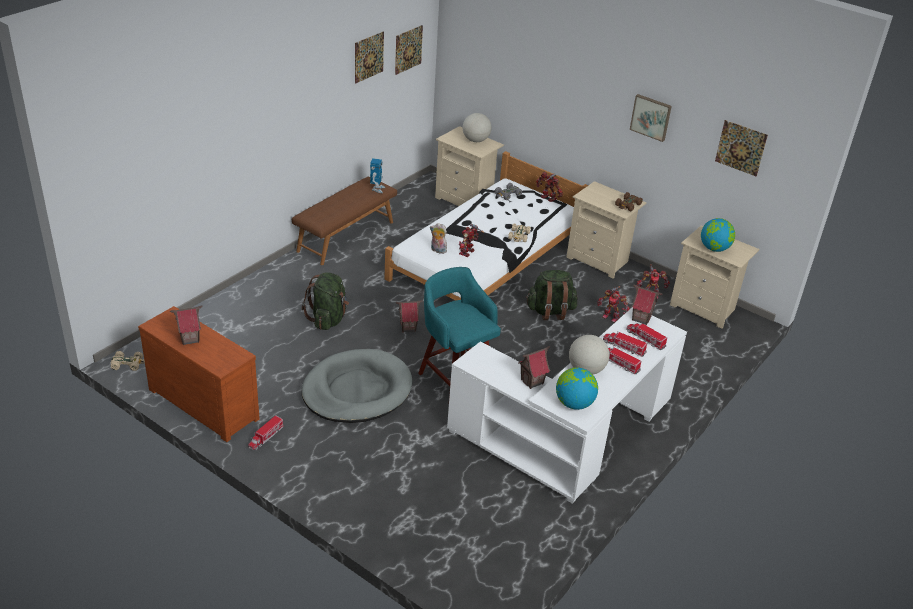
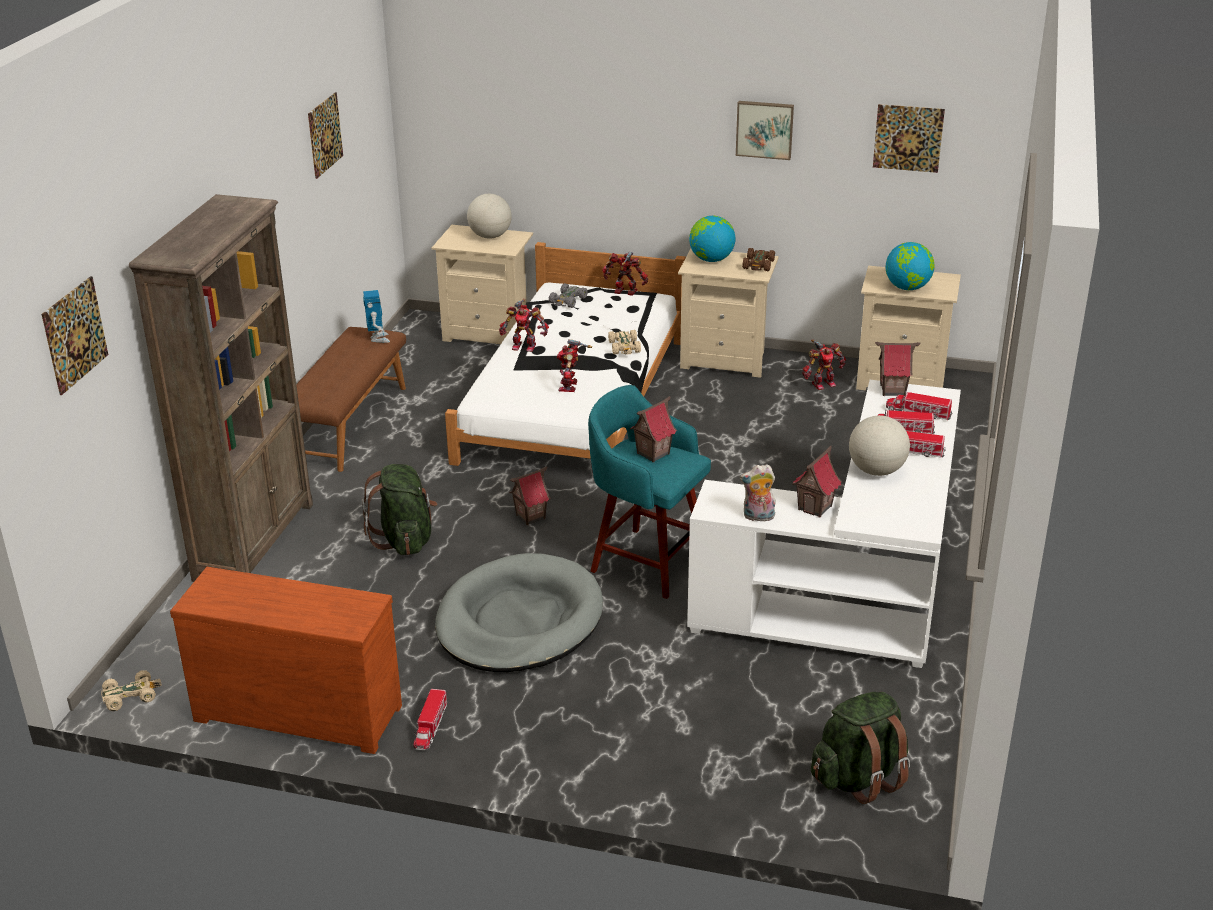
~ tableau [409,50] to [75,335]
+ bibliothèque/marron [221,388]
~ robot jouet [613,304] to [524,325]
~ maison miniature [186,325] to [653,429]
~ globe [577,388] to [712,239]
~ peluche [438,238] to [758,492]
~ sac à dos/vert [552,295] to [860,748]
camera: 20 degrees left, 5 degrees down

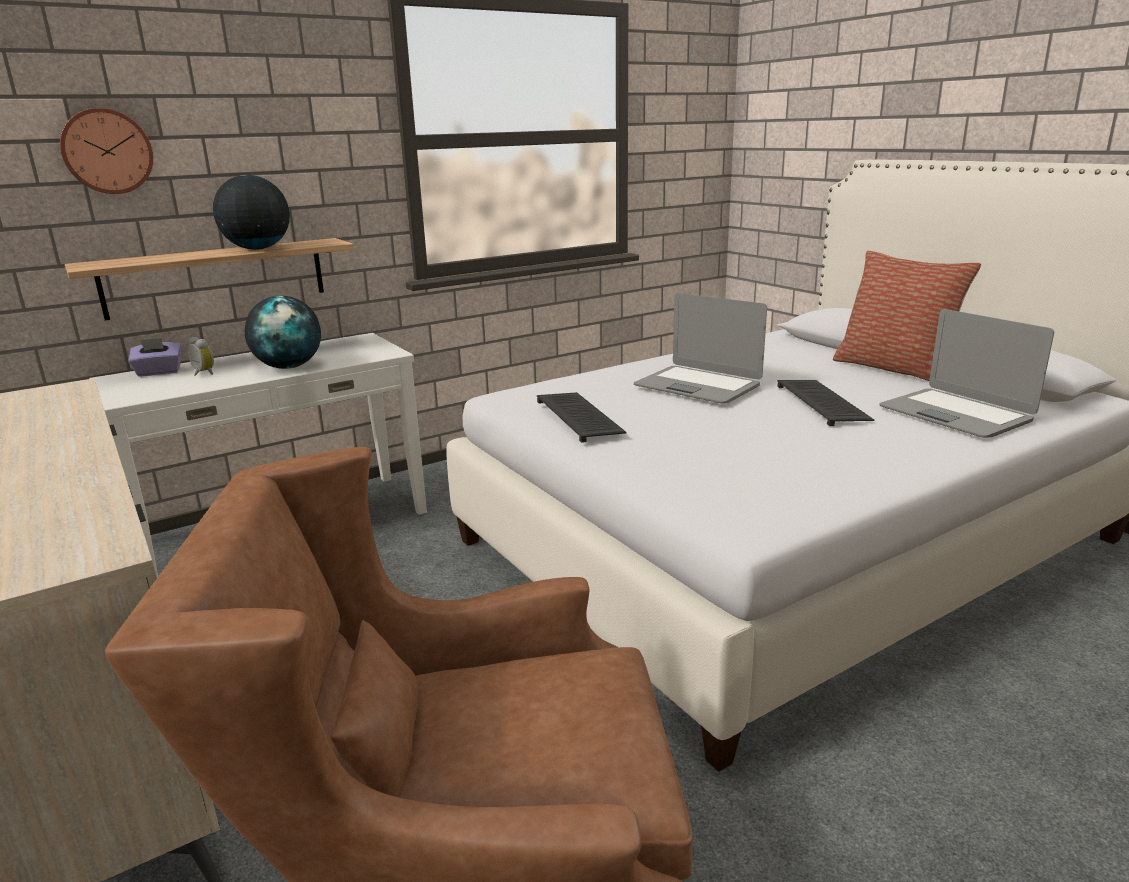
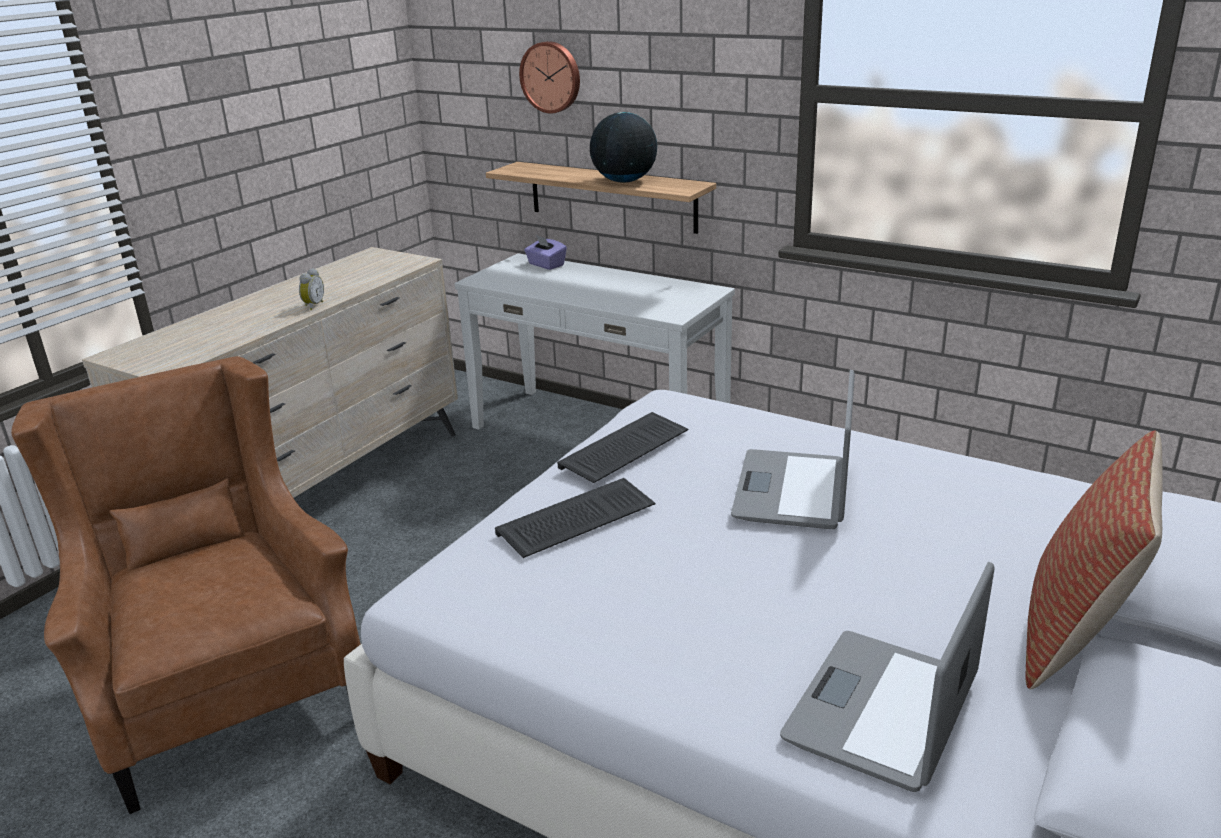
~ réveil [201,356] to [311,289]
~ clavier [825,403] to [575,518]
- globe [283,332]
camera: 65 degrees right, 5 degrees up

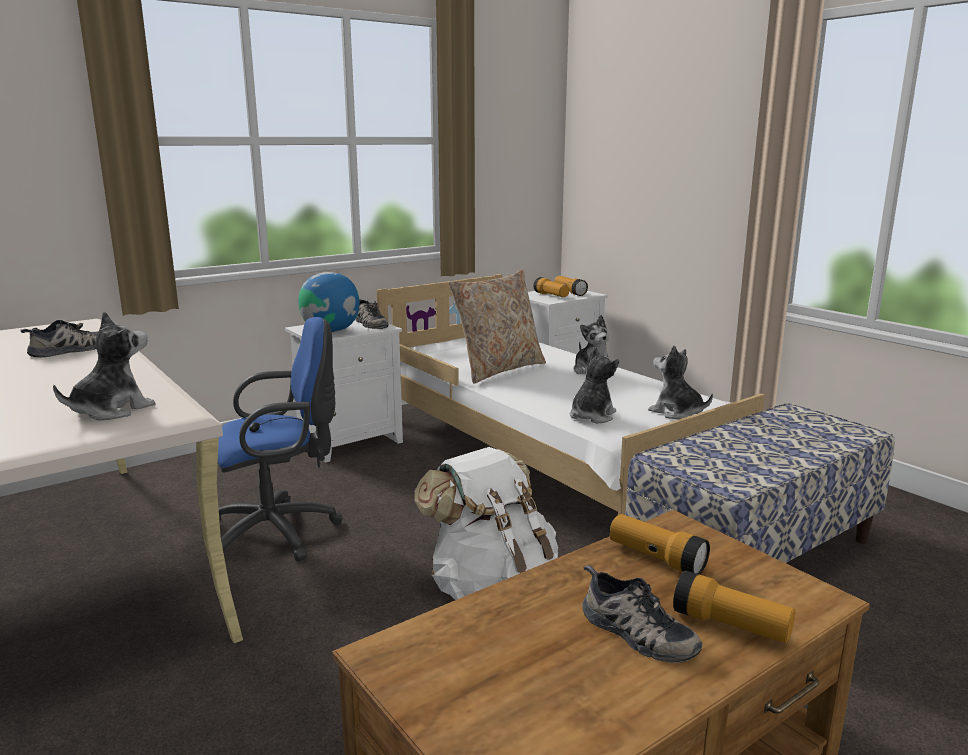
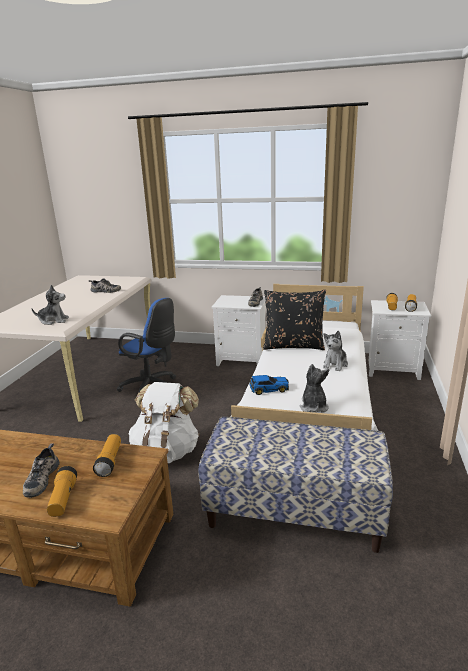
~ peluche [594,384] to petite voiture [269,385]
~ coussin/beige [497,327] to coussin/noir [294,320]
- globe [329,302]
camera: 50 degrees right, 5 degrees up

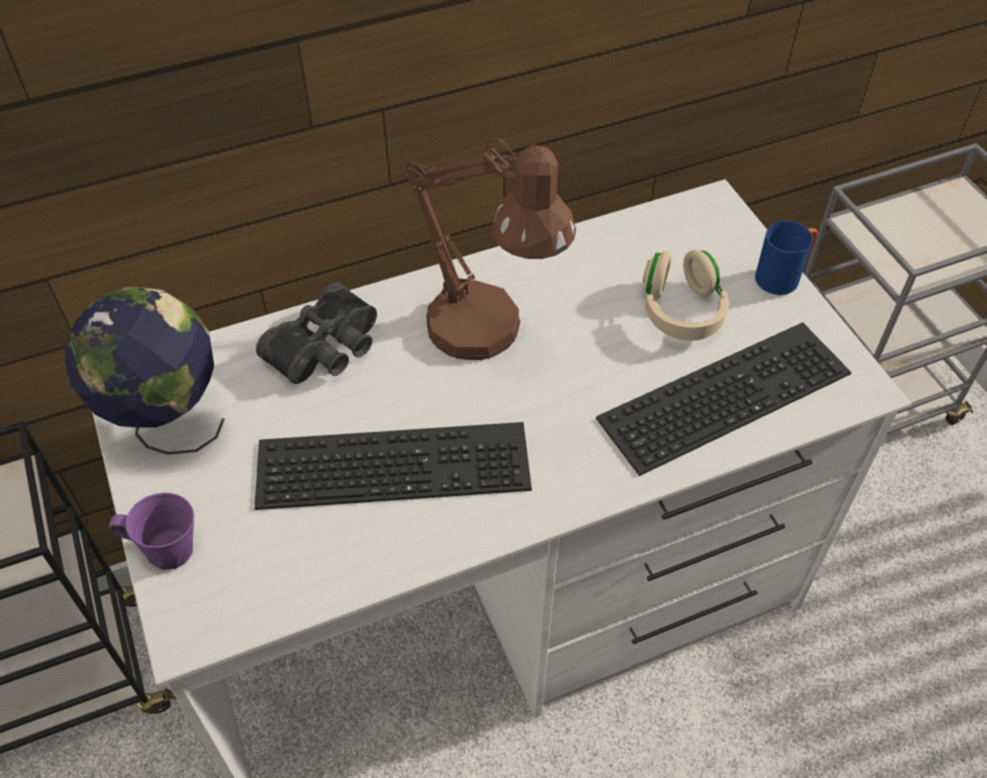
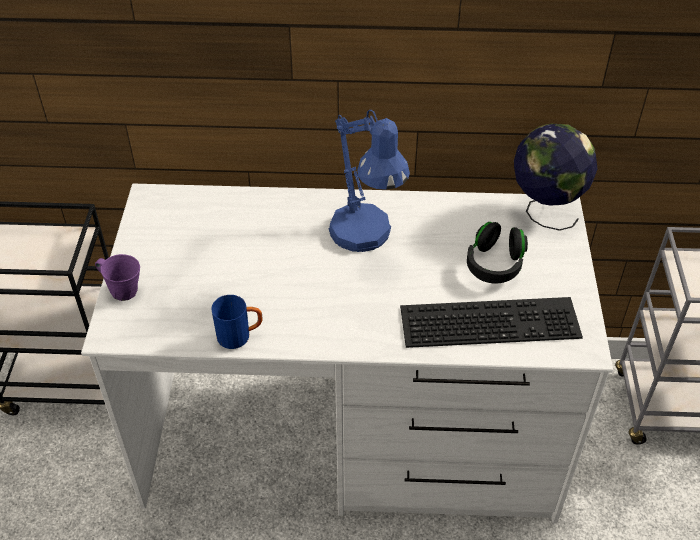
~ mug/bleu [786,258] to [237,322]
~ lampe de table/marron [489,249] to lampe de table/bleu [369,181]
~ casque audio/beige [685,295] to casque audio/noir [497,253]
~ globe [145,371] to [555,177]
- clavier [393,466]
- jumelles/noir [316,333]
camera: 25 degrees right, 5 degrees down

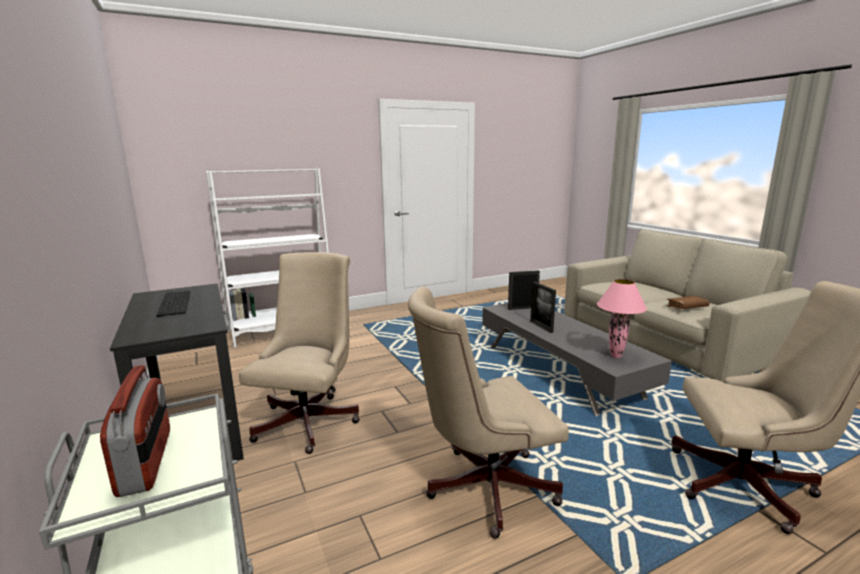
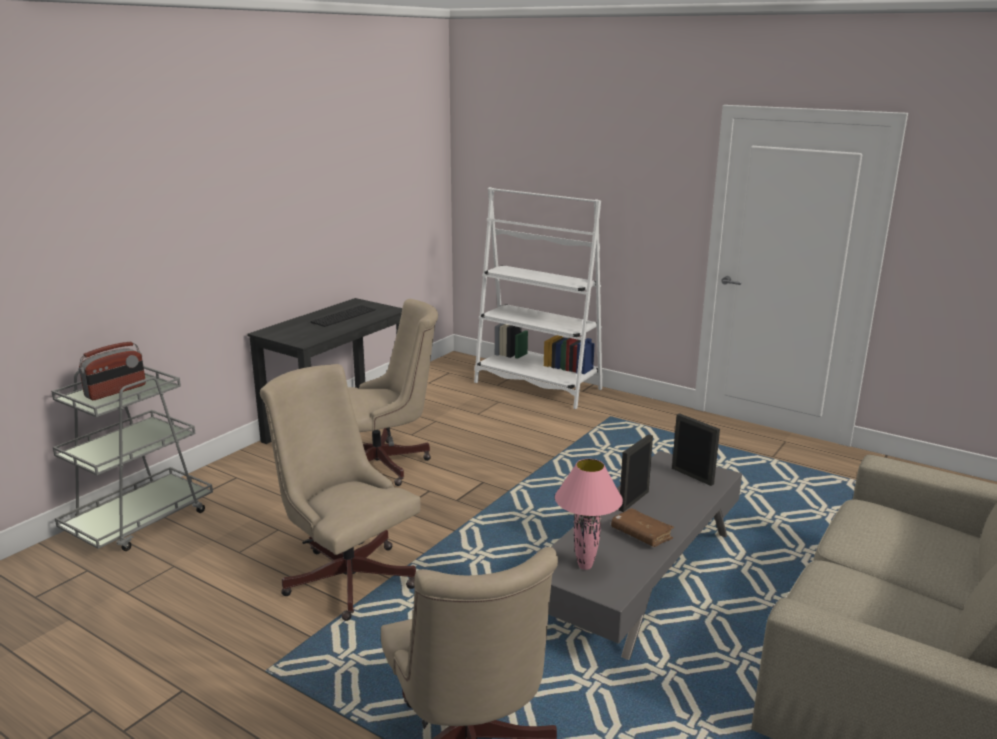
~ livre/marron [687,302] to [642,527]
camera: 60 degrees right, 5 degrees up

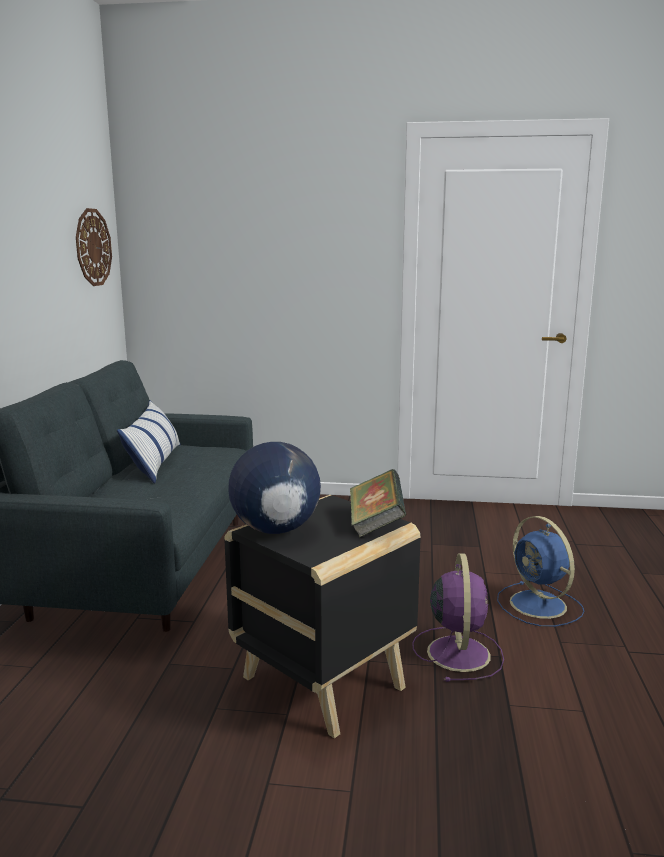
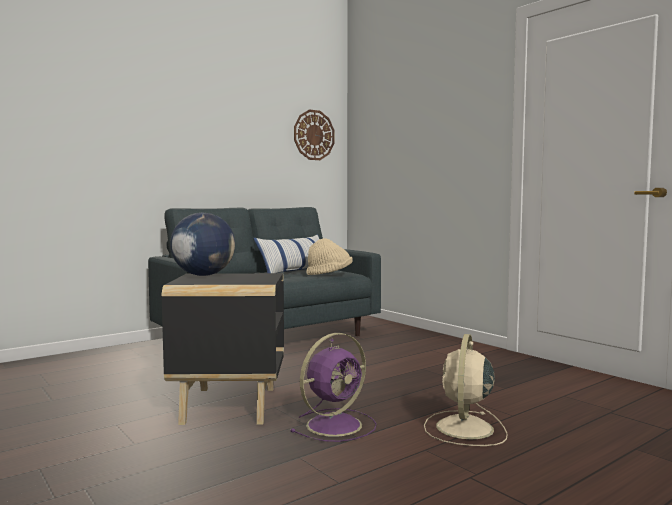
+ chapeau/beige [329,256]
~ ventilateur/bleu [540,571] to ventilateur/beige [466,390]
- livre [378,503]
camera: 45 degrees right, 10 degrees down

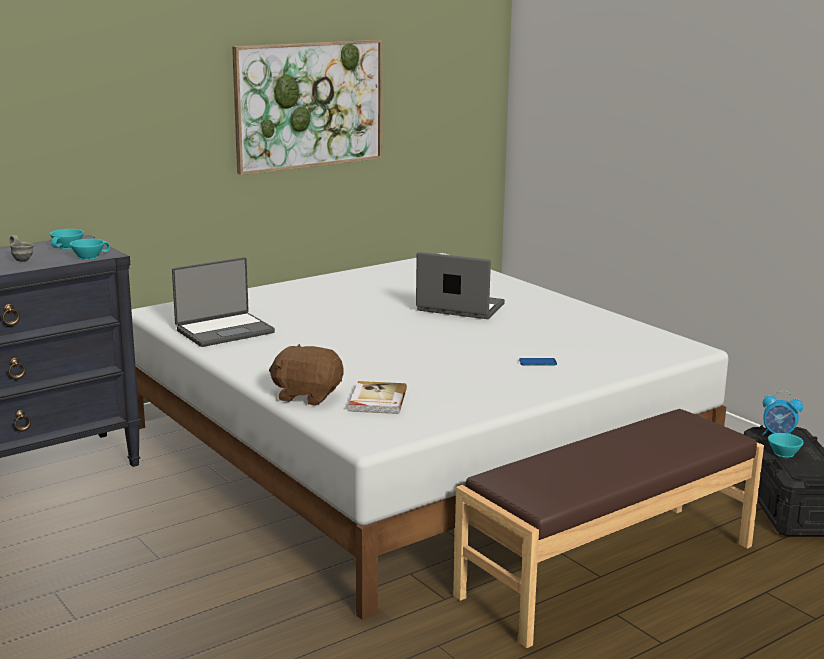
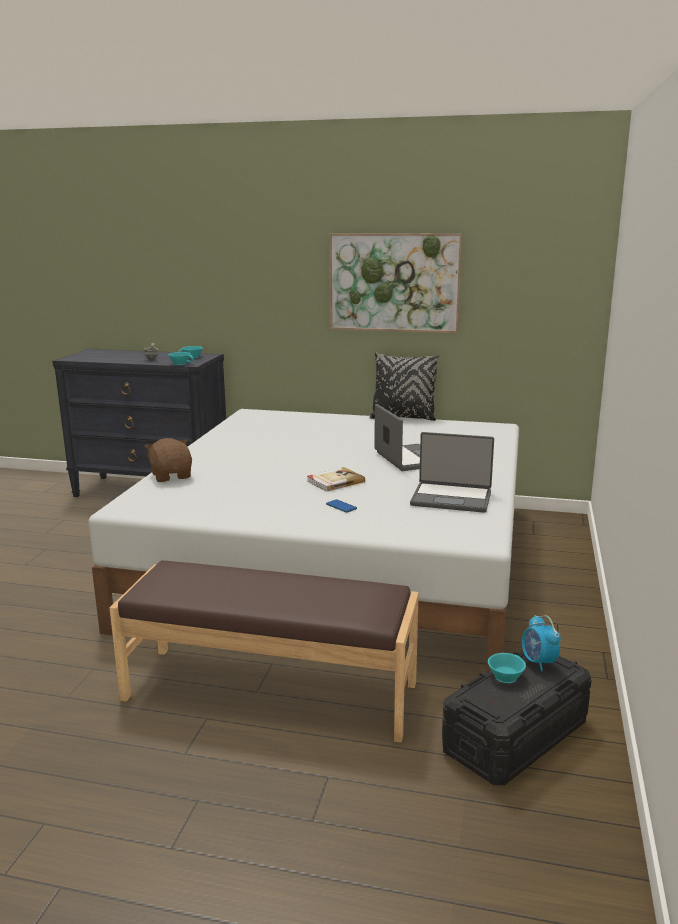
~ livre [378,397] to [336,479]
+ coussin/noir [404,387]
~ ordinateur portable [223,302] to [452,472]
camera: 50 degrees right, 0 degrees up

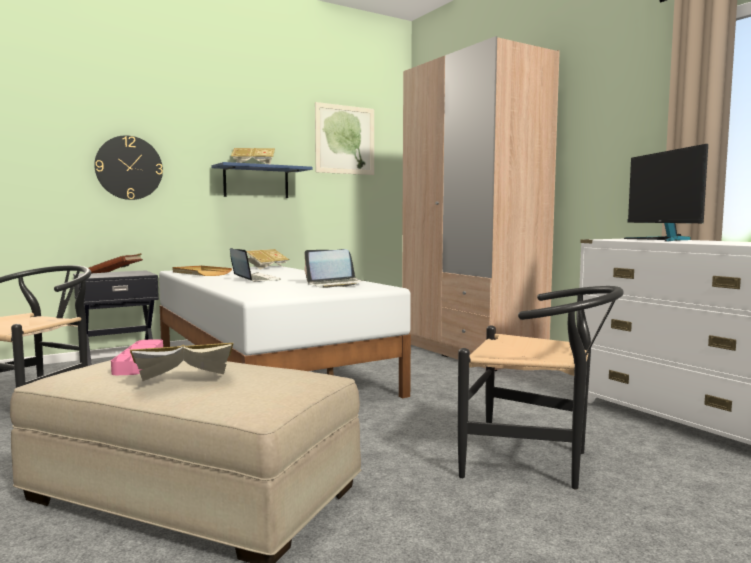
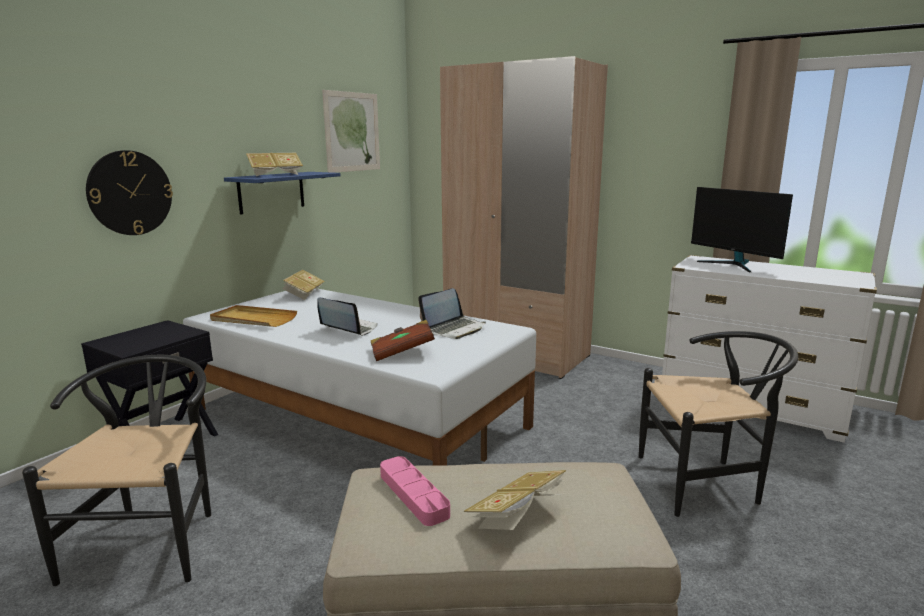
~ livre/marron [116,263] to [403,340]
camera: 25 degrees left, 10 degrees up

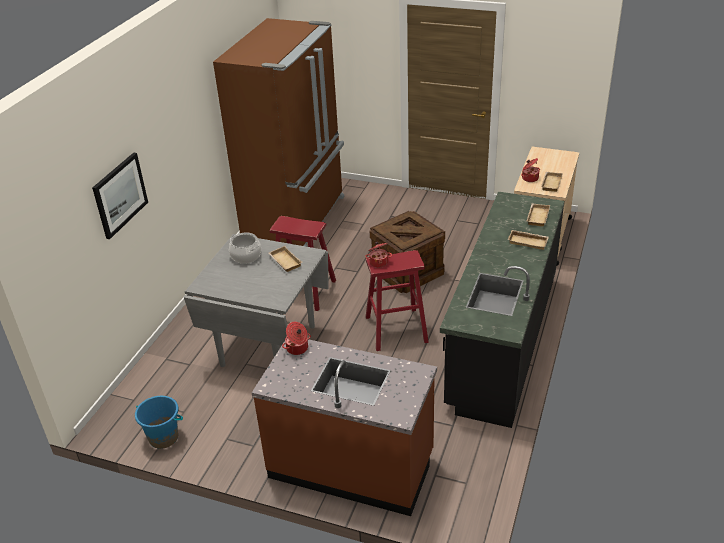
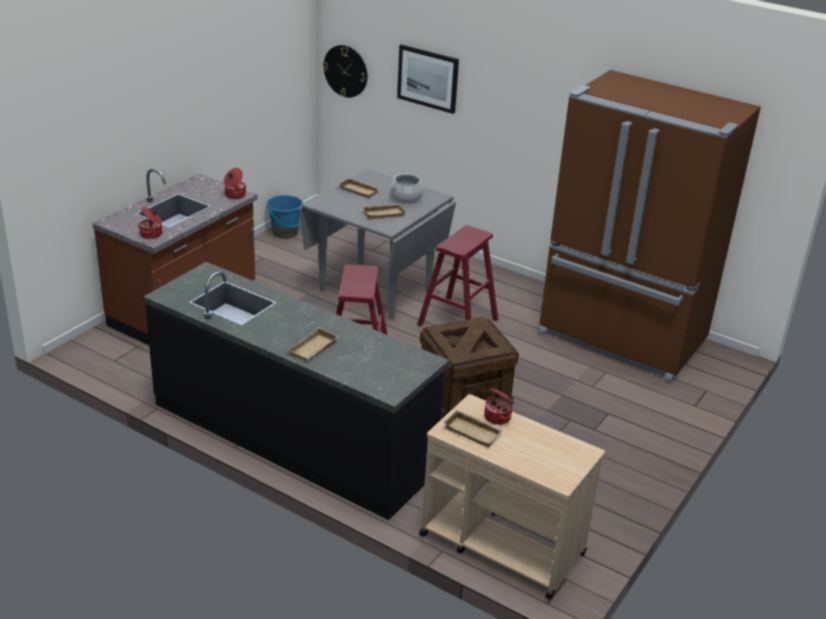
~ marmite [378,255] to [150,223]
+ horloge murale [345,71]
~ plateau/beige [538,215] to [359,188]
camera: 100 degrees right, 5 degrees down

